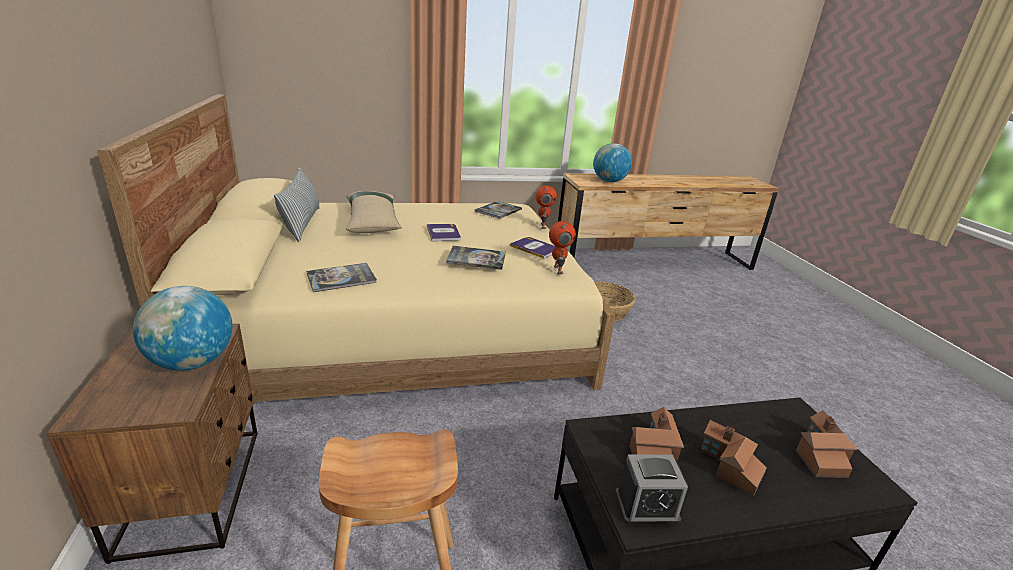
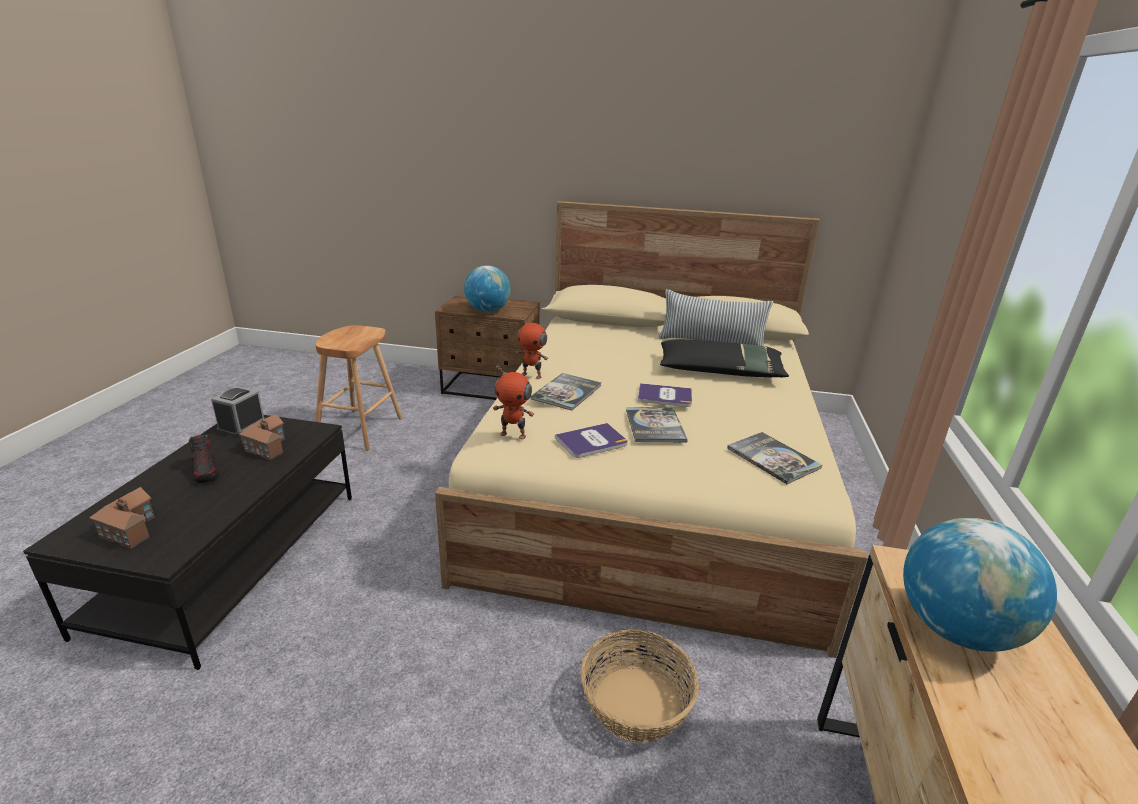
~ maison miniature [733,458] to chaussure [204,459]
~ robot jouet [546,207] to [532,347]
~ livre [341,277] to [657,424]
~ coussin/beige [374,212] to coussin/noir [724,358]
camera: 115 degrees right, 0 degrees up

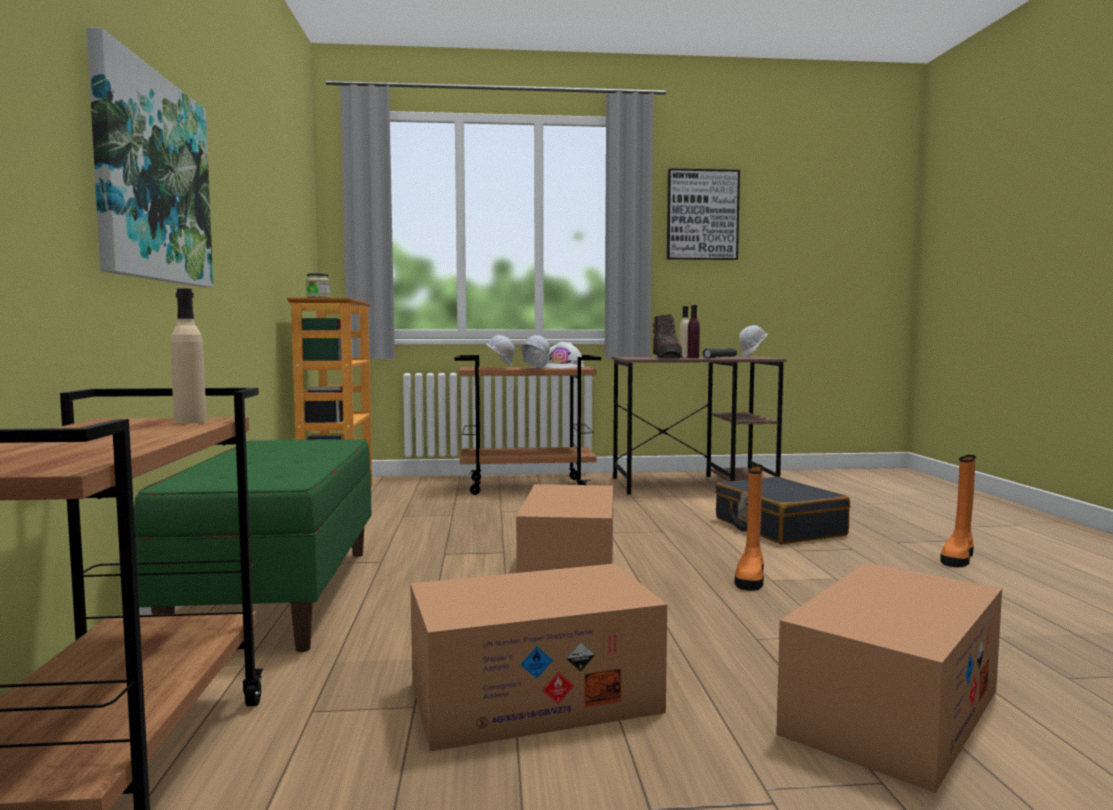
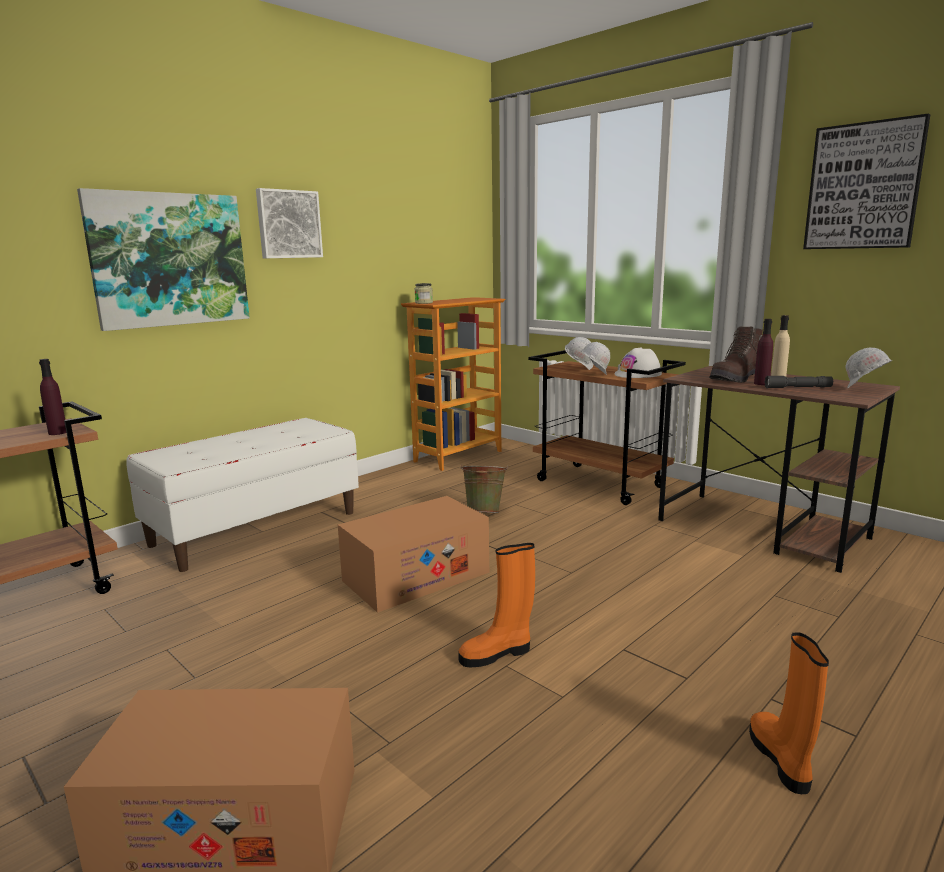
~ bouteille/beige [188,356] to bouteille/violet [52,397]
~ banc/vert [252,545] to banc/blanc [243,495]
+ tableau [289,223]
+ seau/vert [484,488]
~ botte/orange [958,511] = [789,713] 90 degrees clockwise
- carton [538,658]
- valise/noir [782,510]
camera: 50 degrees right, 10 degrees up

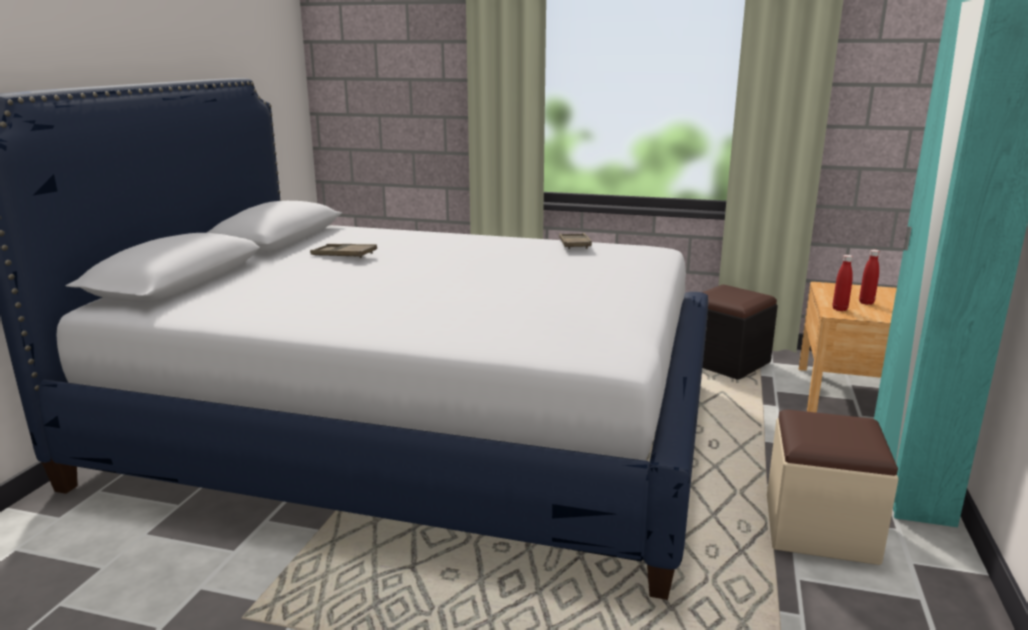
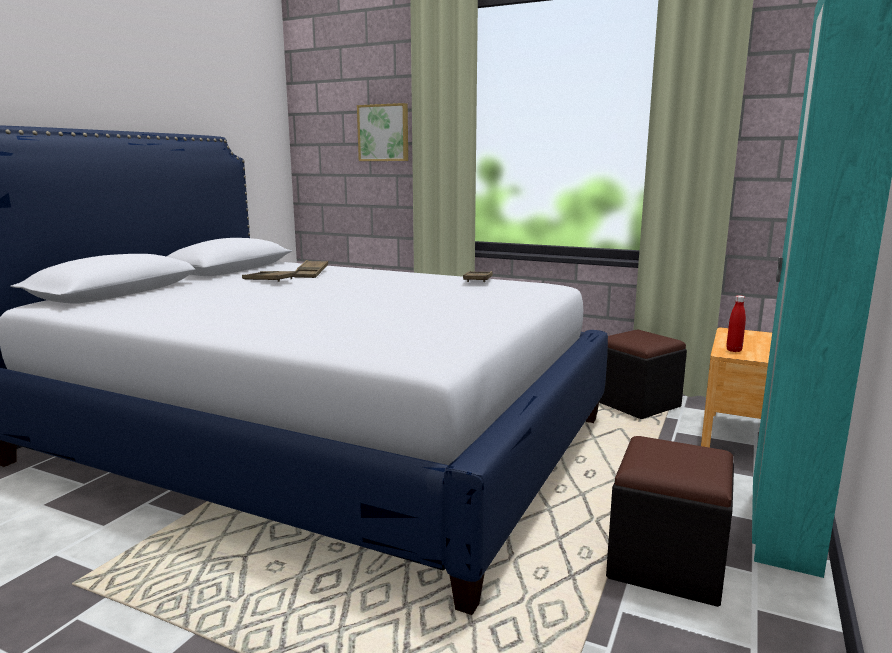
+ plateau/marron [311,269]
+ tableau [382,132]
~ pouf/beige [833,487] to pouf/noir [670,521]
- bouteille/rouge [869,277]
camera: 10 degrees right, 5 degrees down

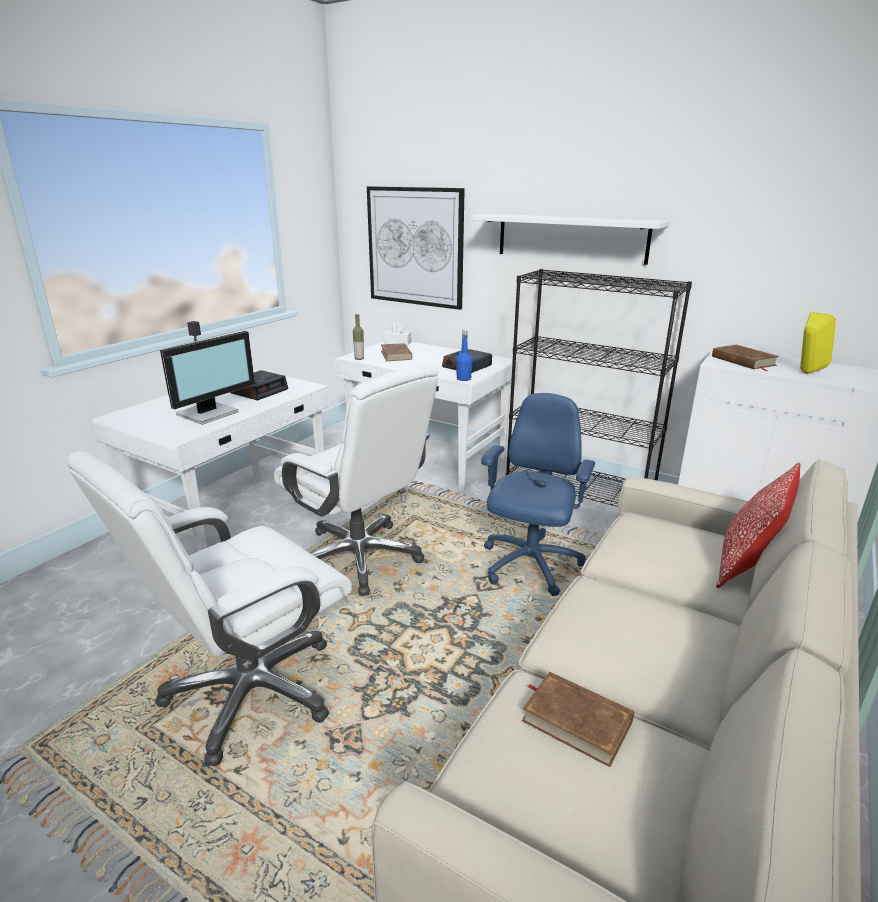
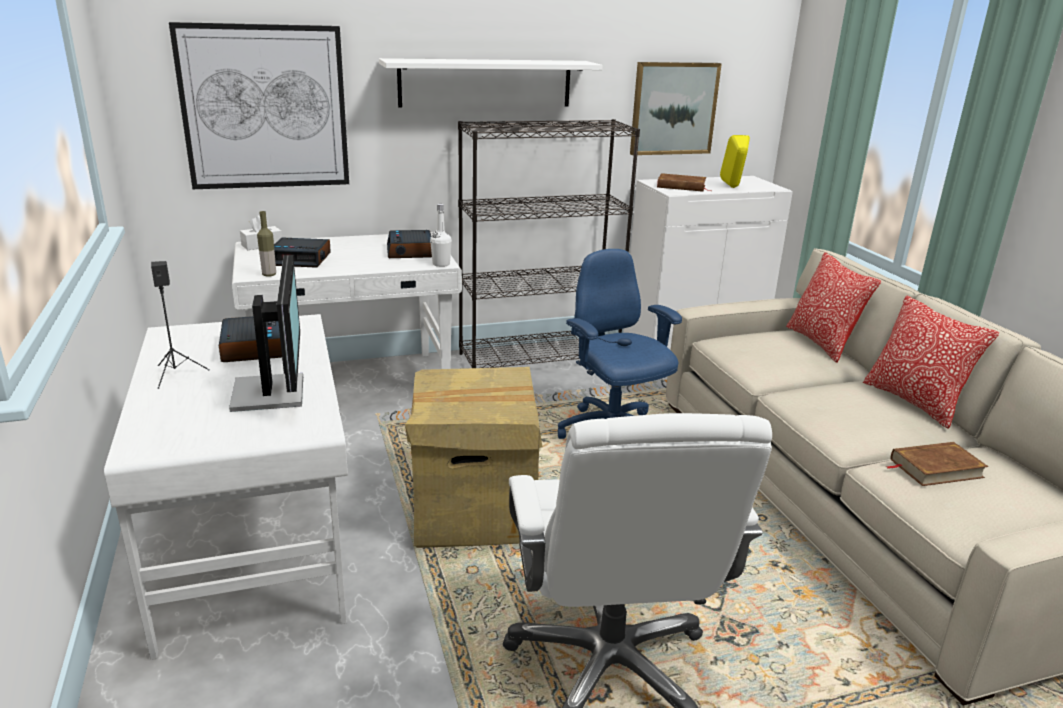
~ livre/marron [396,352] to réveil [302,252]
~ chaise de bureau/blanc [356,480] to carton [473,457]
~ bouteille/bleu [464,355] to bouteille/blanc [441,235]
+ tableau [676,108]
+ coussin [931,362]
camera: 50 degrees left, 0 degrees up

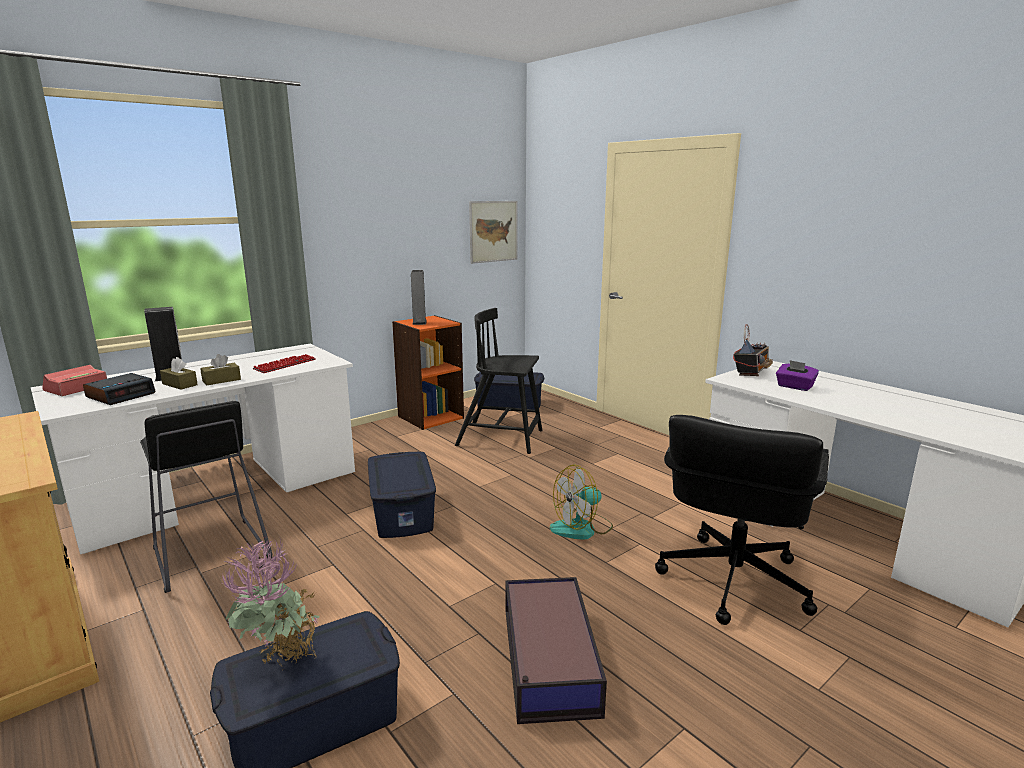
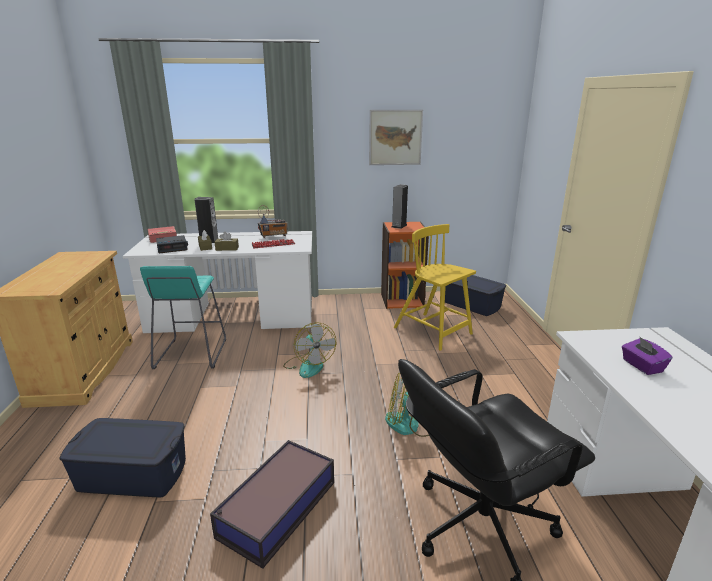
~ tabouret/noir [206,497] to tabouret/turquoise [183,317]
~ radio [753,350] to [272,221]
~ boîte de rangement/bleu [402,495] to ventilateur [309,350]
~ tableau [493,232] to [396,137]
~ chaise/noir [498,381] to chaise/jaune [435,287]
- plante en pot [270,605]
camera: 35 degrees right, 5 degrees up

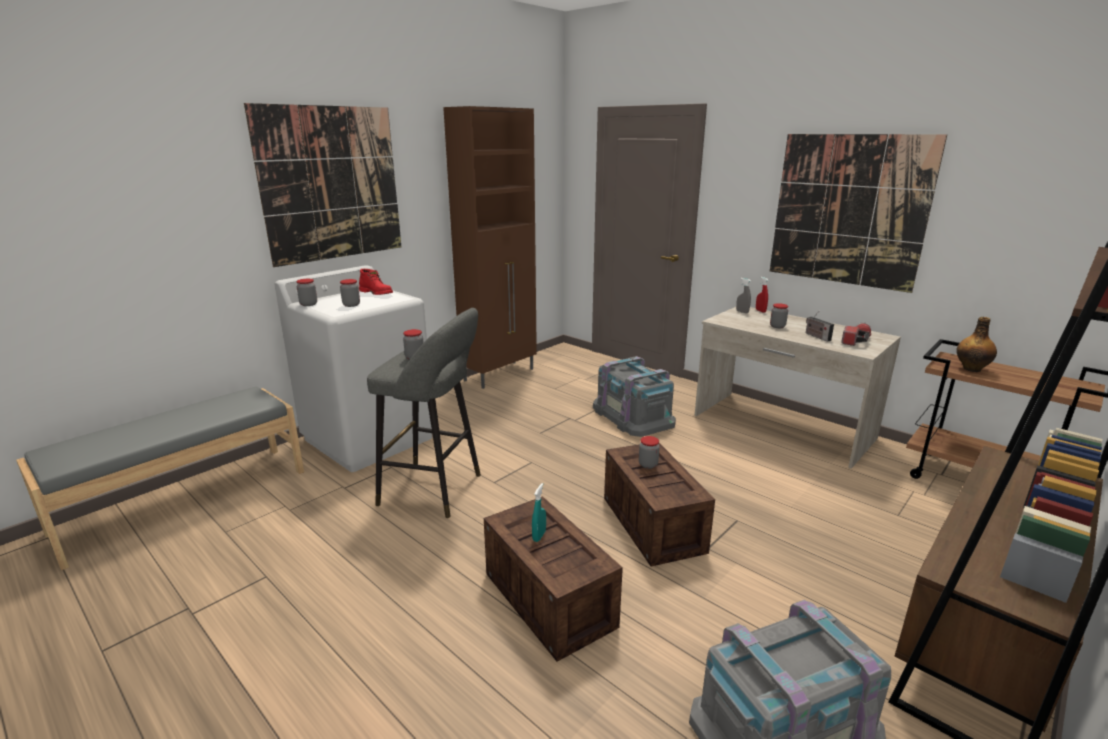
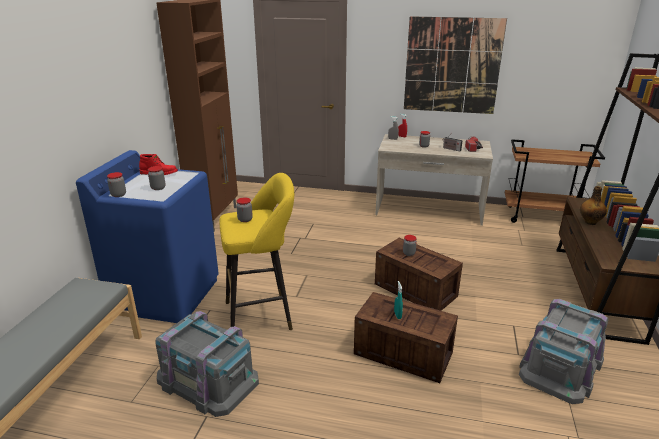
~ lave-linge/blanc [353,368] to lave-linge/bleu [147,236]
~ boîte de rangement/gris [634,396] to [207,364]
~ tabouret/gris [424,413] to tabouret/jaune [257,251]
~ bouteille [976,344] to [593,205]
- tableau [322,185]
camera: 30 degrees left, 5 degrees up

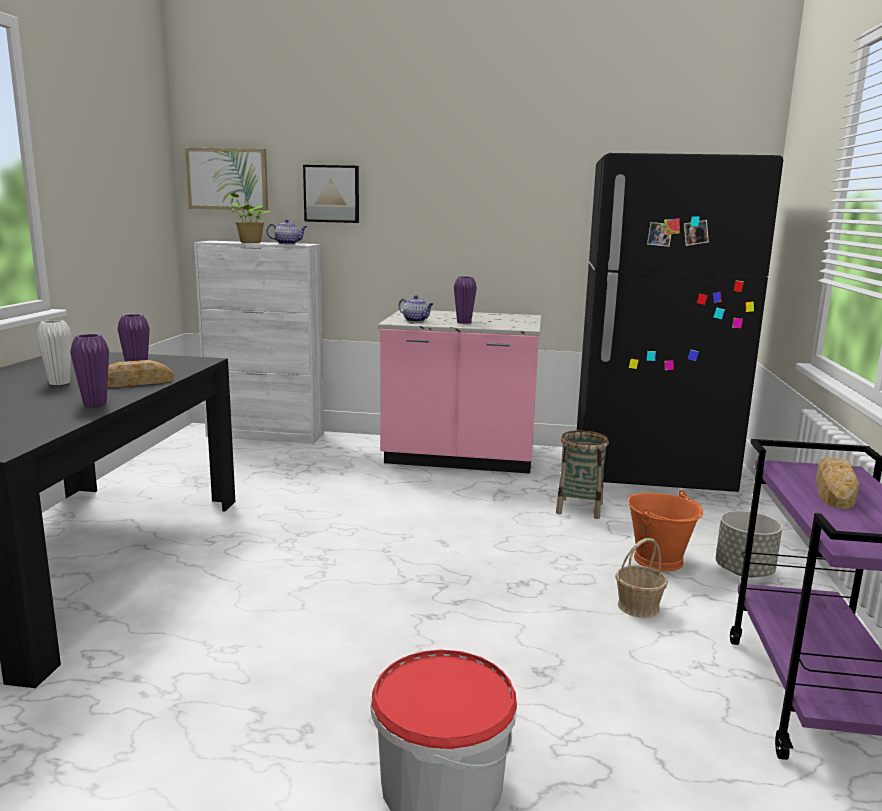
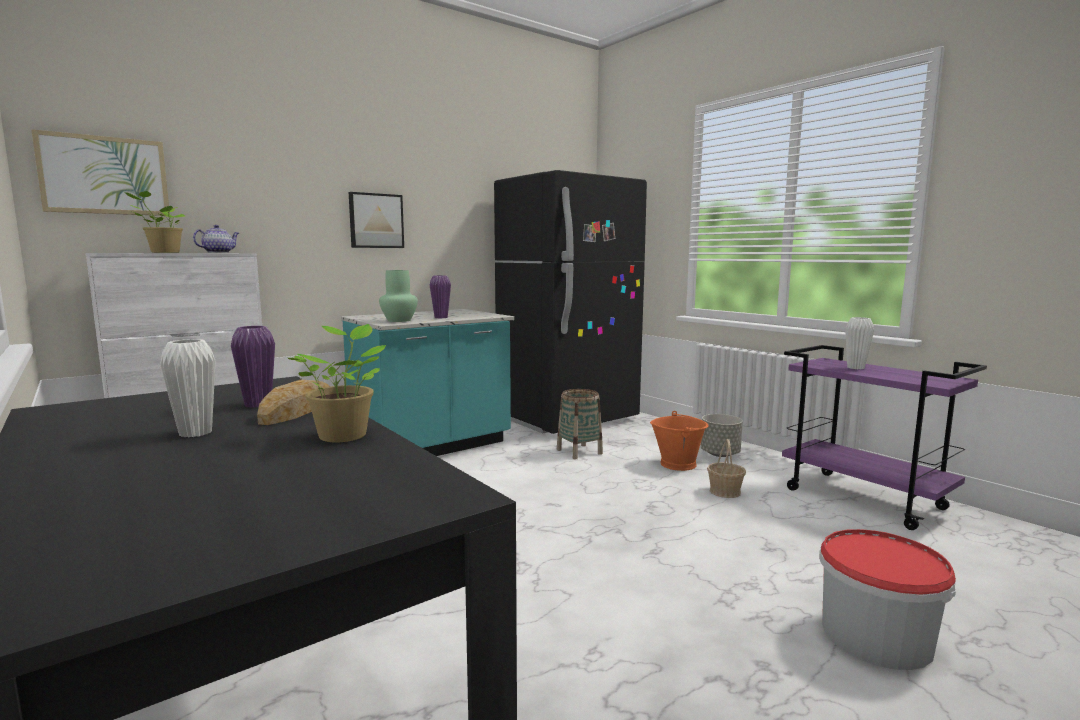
~ vase/violet [89,370] to plante en pot [337,383]
~ comptoir de cuisine/rose [459,391] to comptoir de cuisine/turquoise [427,382]
~ tableau [331,194] to [376,220]
~ théière [415,308] to vase/vert [398,296]
~ pain [837,483] to vase/blanc [859,343]
camera: 45 degrees left, 5 degrees down

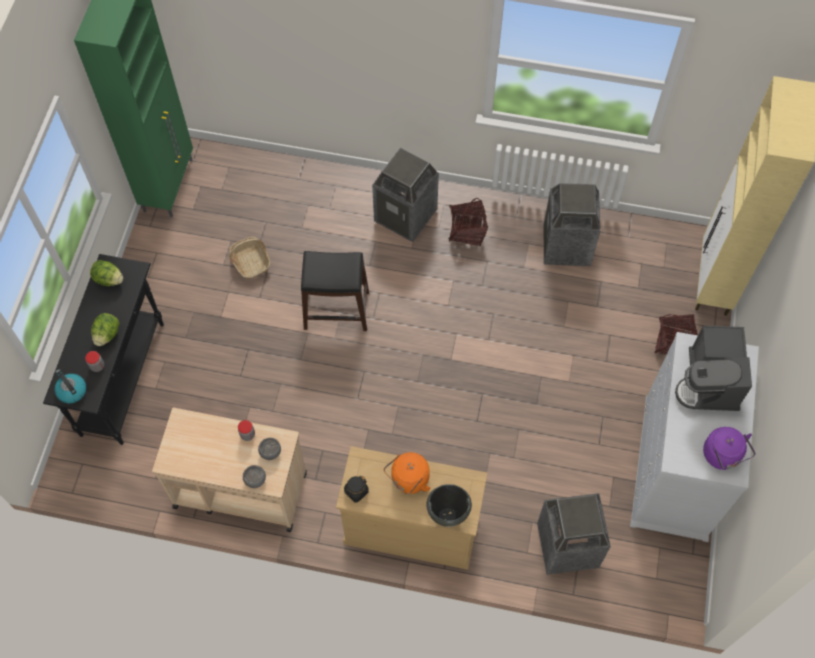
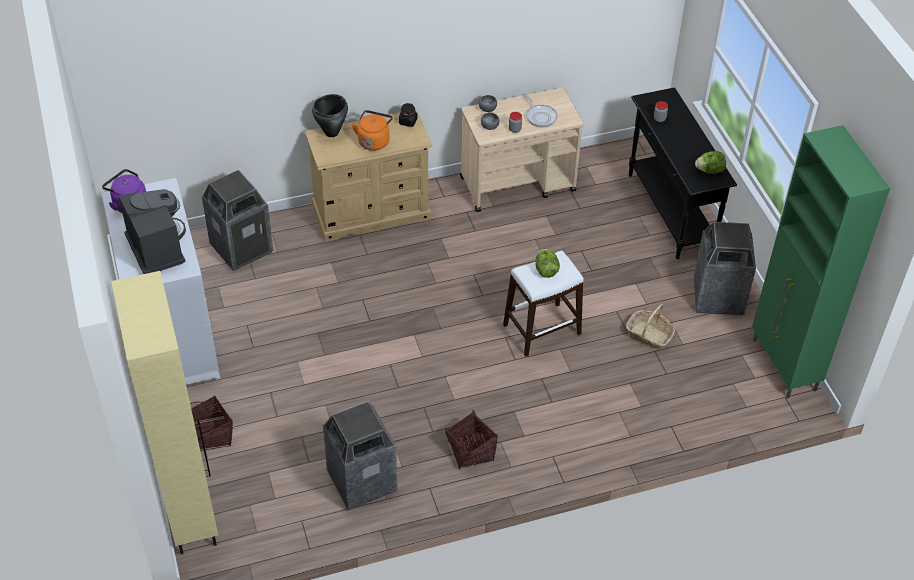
~ tabouret/noir [335,291] to tabouret/blanc [543,304]
+ poêle [542,111]
~ laitue [105,329] to [548,263]
~ poubelle [405,195] to [725,268]
- bouilloire [70,386]
camera: 150 degrees right, 15 degrees down

